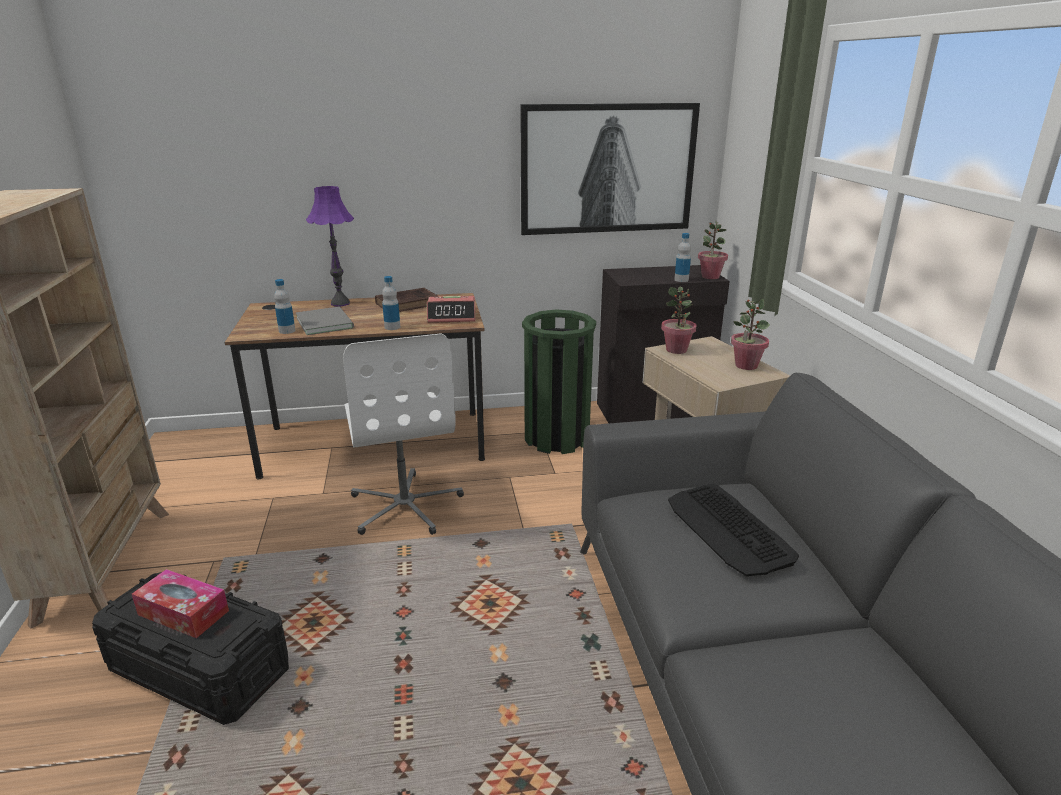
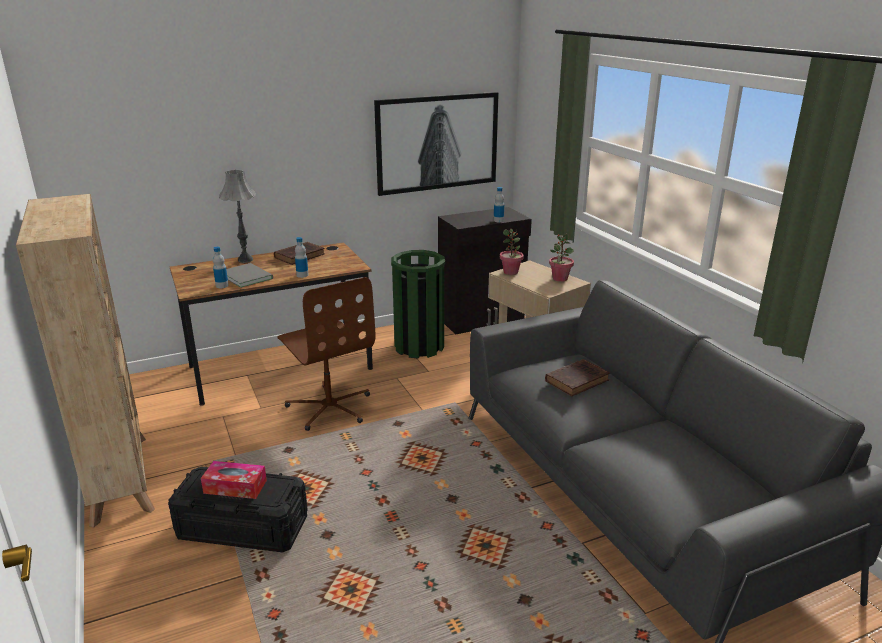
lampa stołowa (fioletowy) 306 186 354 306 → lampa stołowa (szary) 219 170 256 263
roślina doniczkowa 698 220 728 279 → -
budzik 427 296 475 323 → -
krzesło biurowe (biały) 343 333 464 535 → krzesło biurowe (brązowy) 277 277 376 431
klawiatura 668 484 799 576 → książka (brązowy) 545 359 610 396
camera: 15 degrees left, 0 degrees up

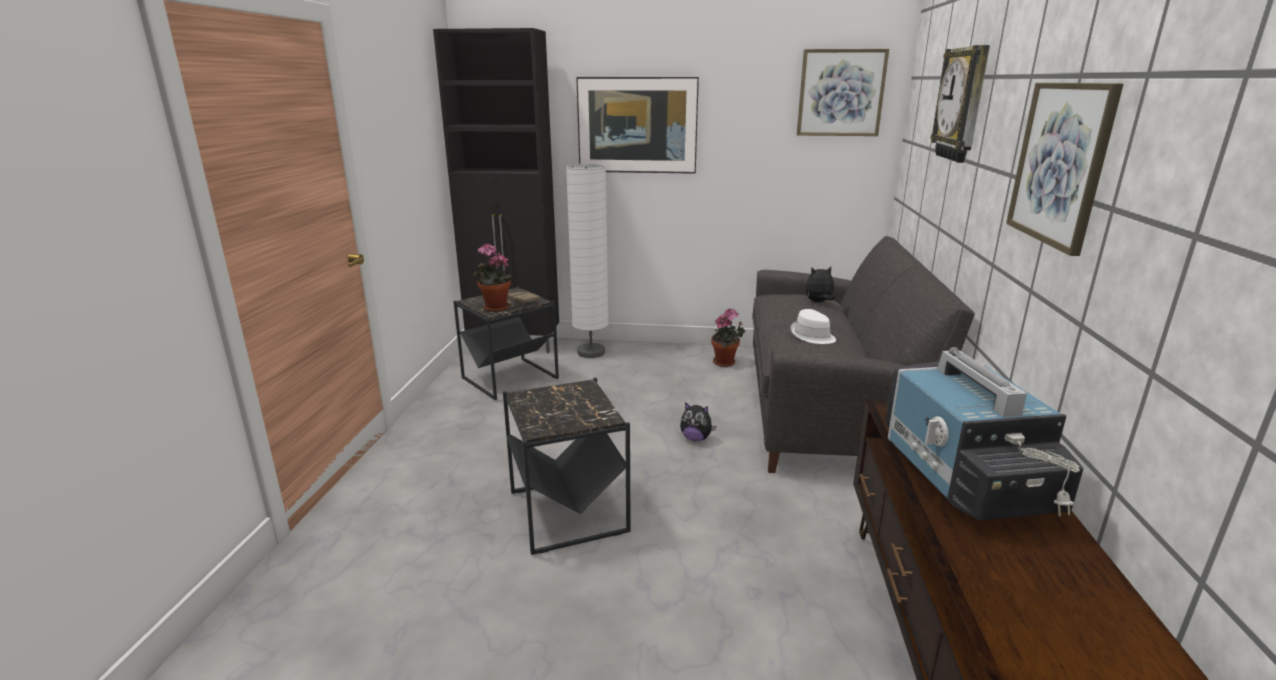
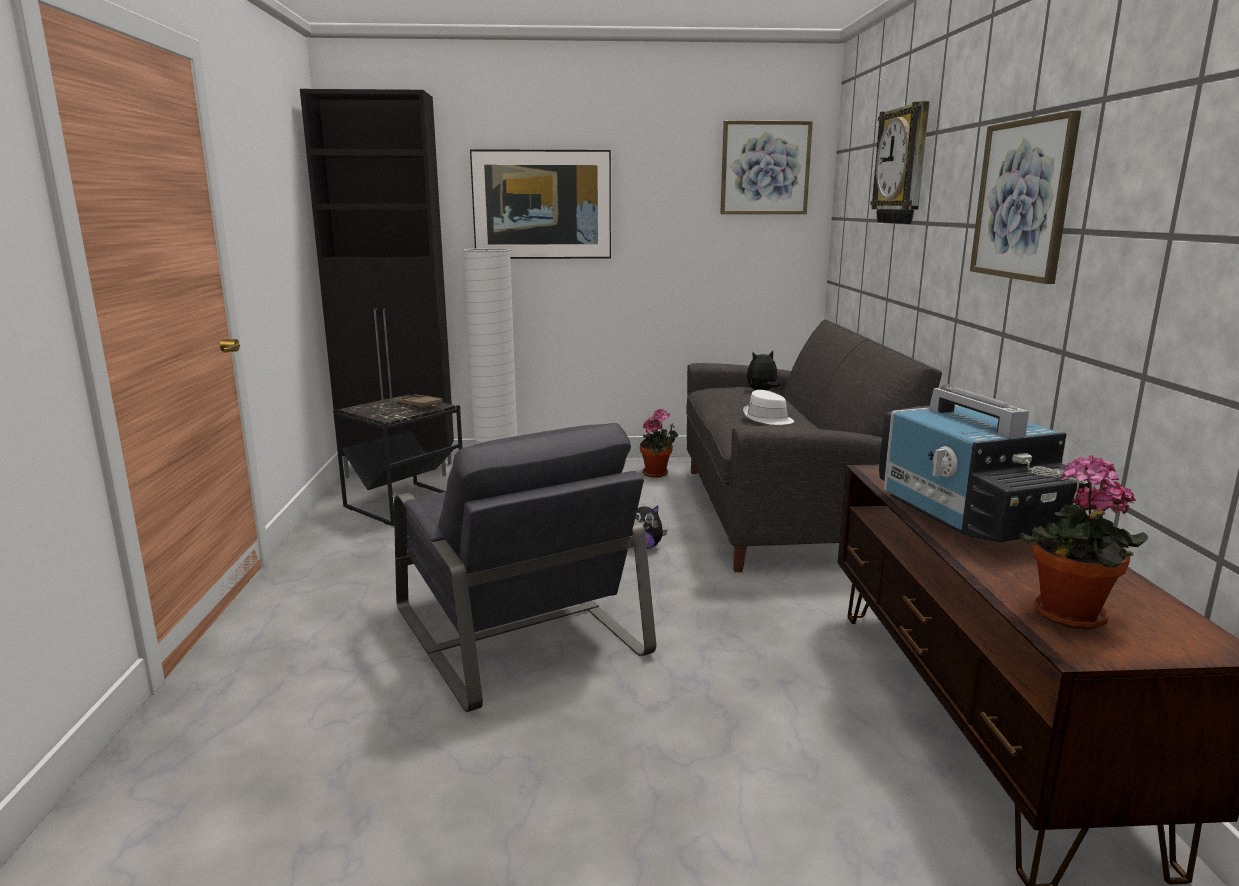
roślina doniczkowa 473 243 513 312 → roślina doniczkowa 1019 455 1148 630, move
stolik (czarny) 503 378 631 555 → fotel (szary) 394 423 656 712
camera: 10 degrees left, 5 degrees down

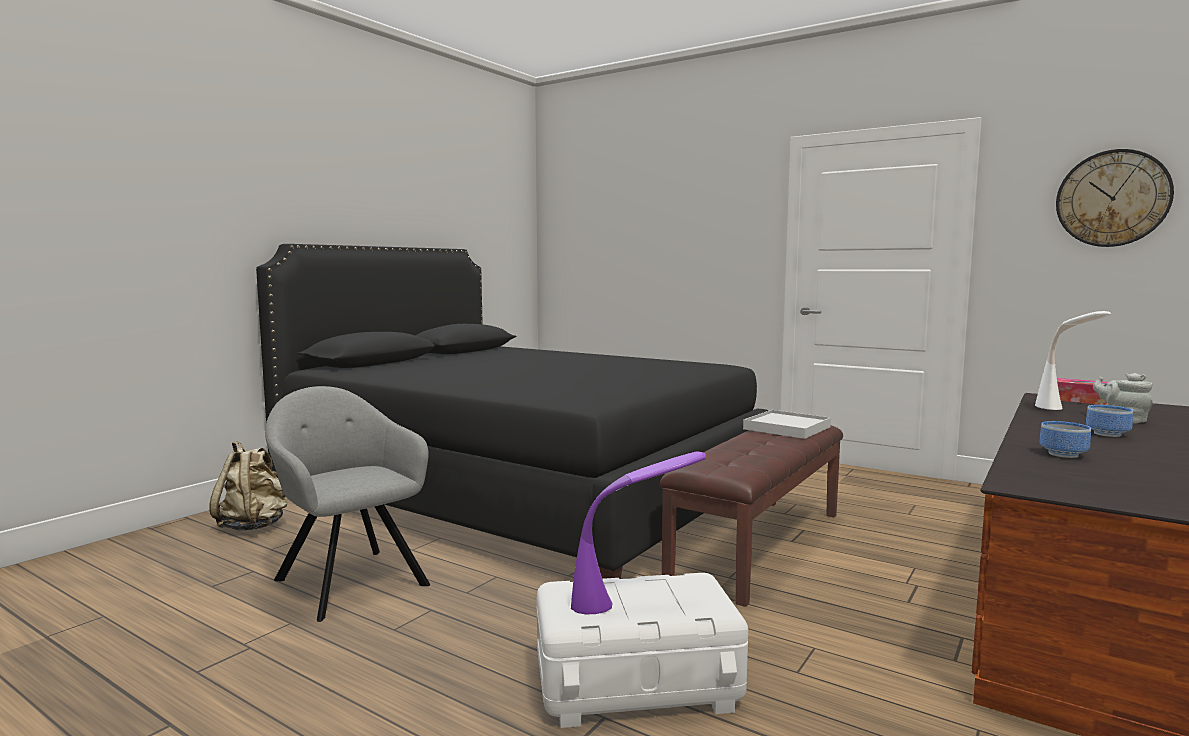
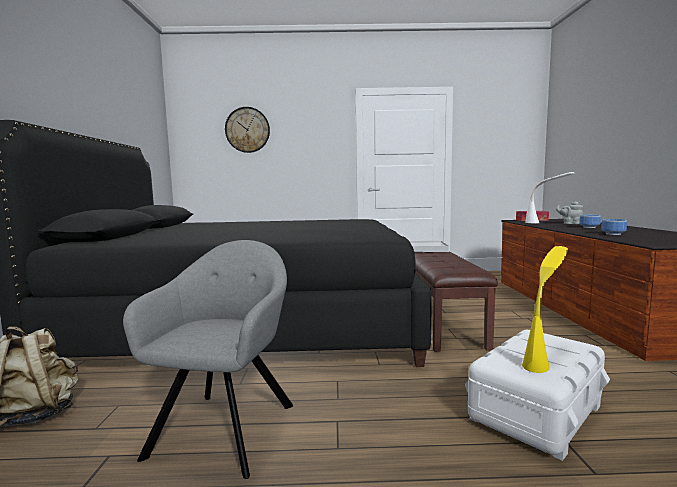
zegar ścienny 1056 149 1174 247 → zegar ścienny 225 107 270 153, move
fotel (szary) 265 386 430 622 → fotel (szary) 123 240 293 479, 90 degrees clockwise
lampa stołowa (fioletowy) 571 451 706 614 → lampa stołowa (żółty) 522 246 568 373
camera: 35 degrees left, 0 degrees up

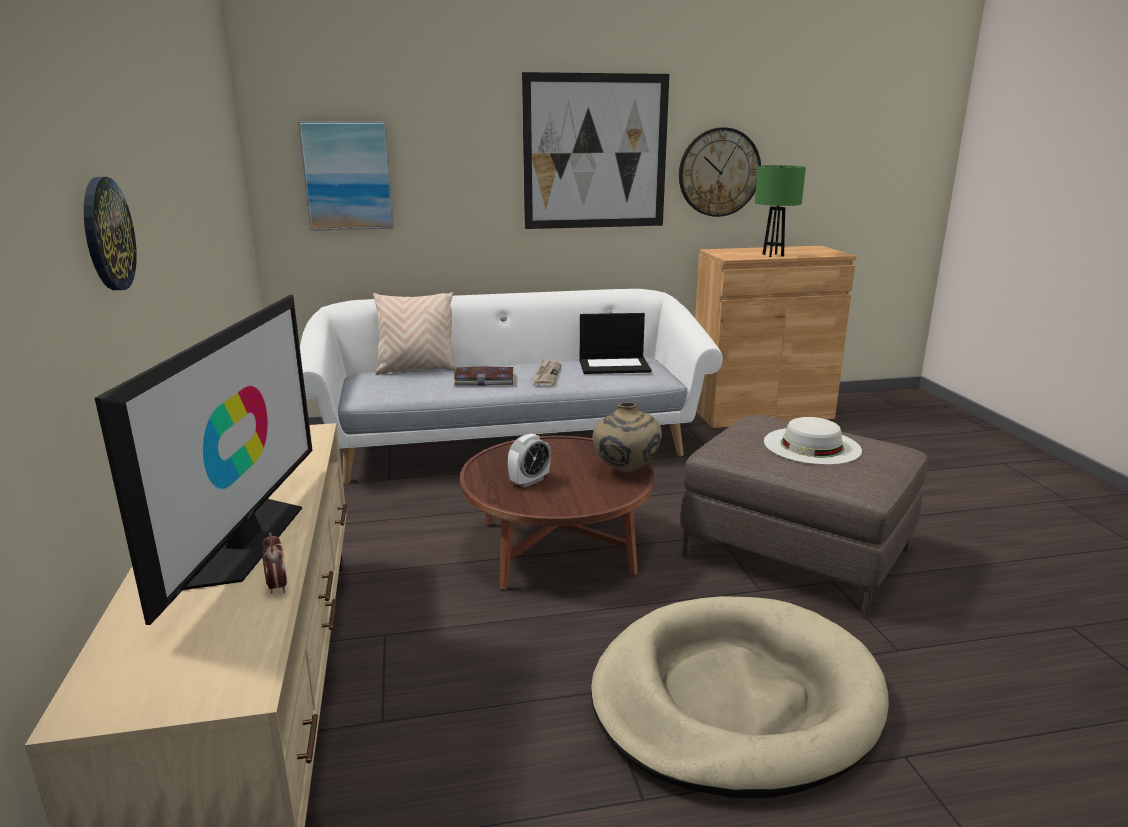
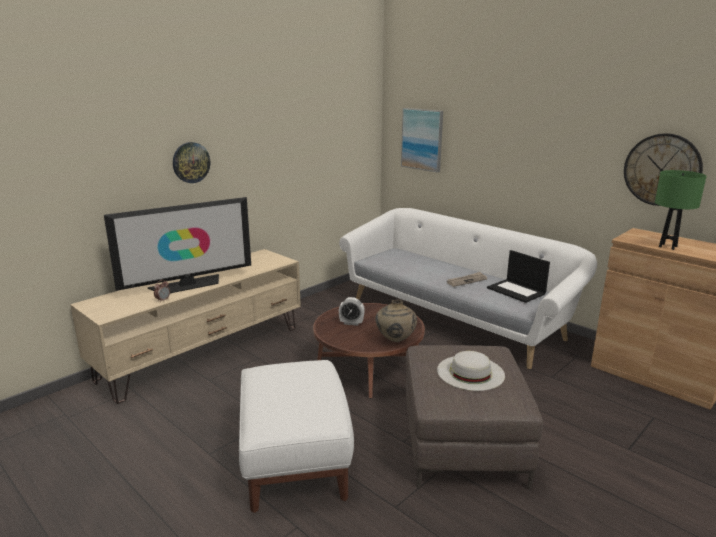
obraz 522 72 669 229 → -
poduszka (beżowy) 373 292 457 375 → -
książka 453 367 515 386 → -
legowisko (beżowy) 591 596 889 798 → pufa (biały) 239 360 354 513
camera: 55 degrees right, 0 degrees up

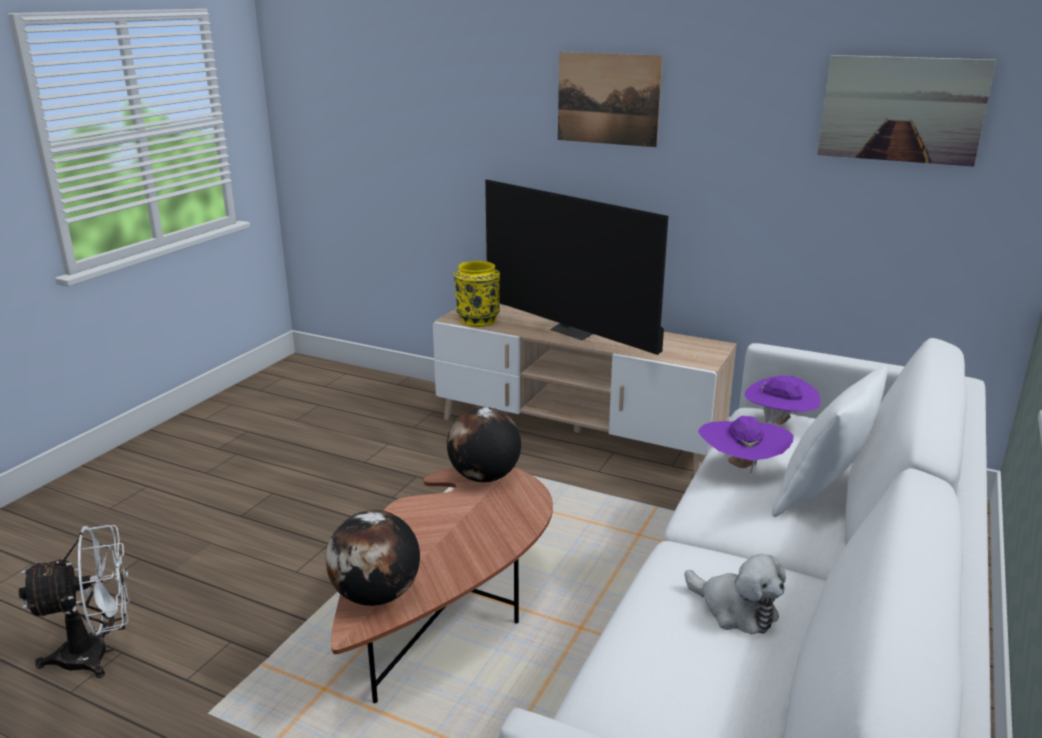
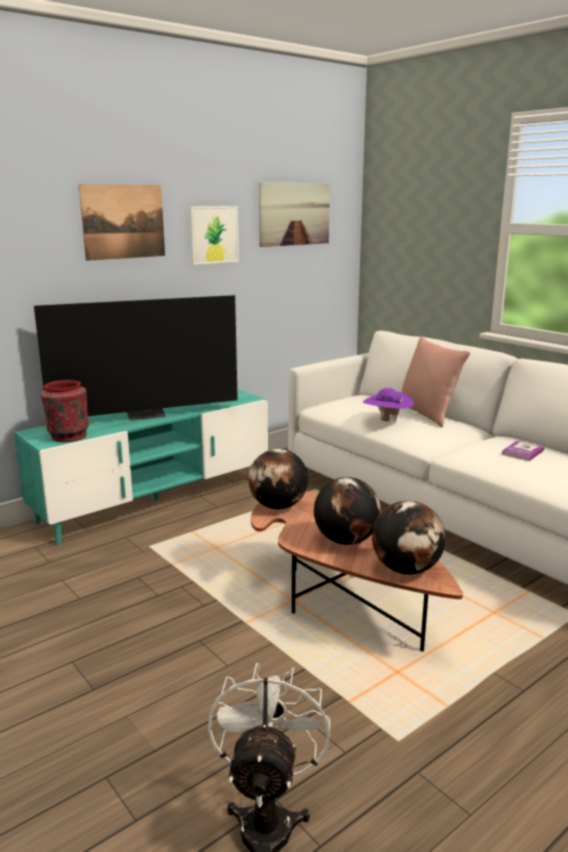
wazon (żółty) 454 261 500 327 → wazon (czerwony) 41 380 89 442
szafka pod telewizor (beżowy) 433 305 737 476 → szafka pod telewizor (turkusowy) 14 389 268 545
poduszka (biały) 772 365 890 517 → poduszka (różowy) 401 336 470 427
kapelusz (fioletowy) 744 375 821 425 → -
pluszak 685 554 786 634 → książka 501 441 544 461
- → obraz 189 206 239 265
- → globus 314 477 381 545
camera: 65 degrees left, 5 degrees down

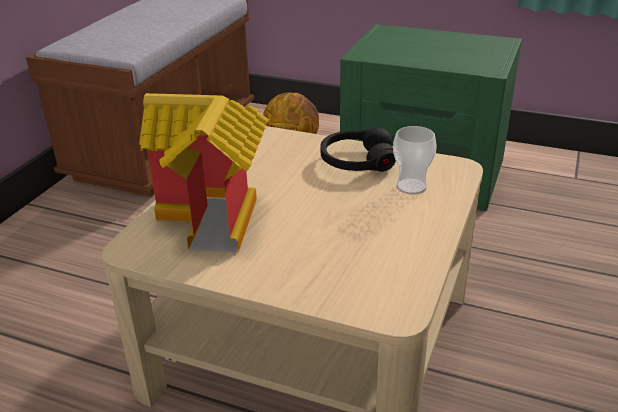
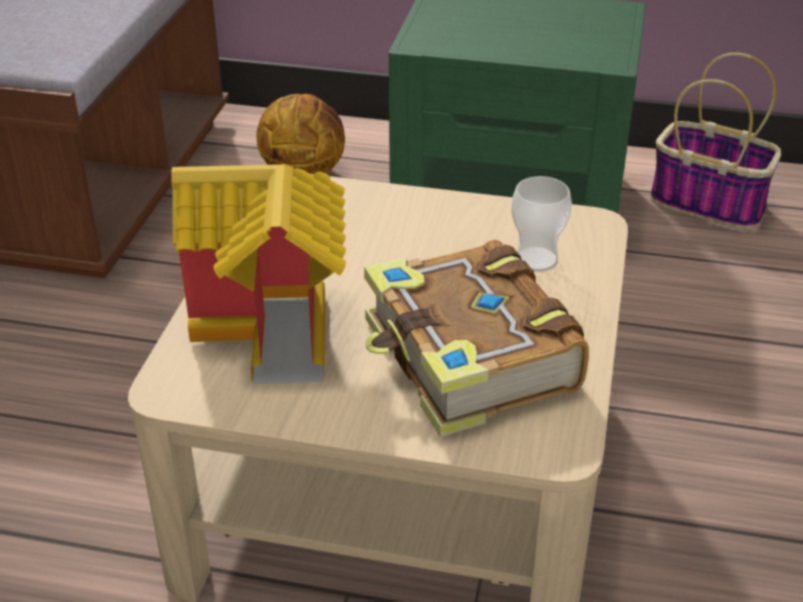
słuchawki (czarny) 321 128 396 172 → -
- → koszyk 650 52 781 230
- → książka 364 239 589 437
camera: 10 degrees left, 5 degrees up

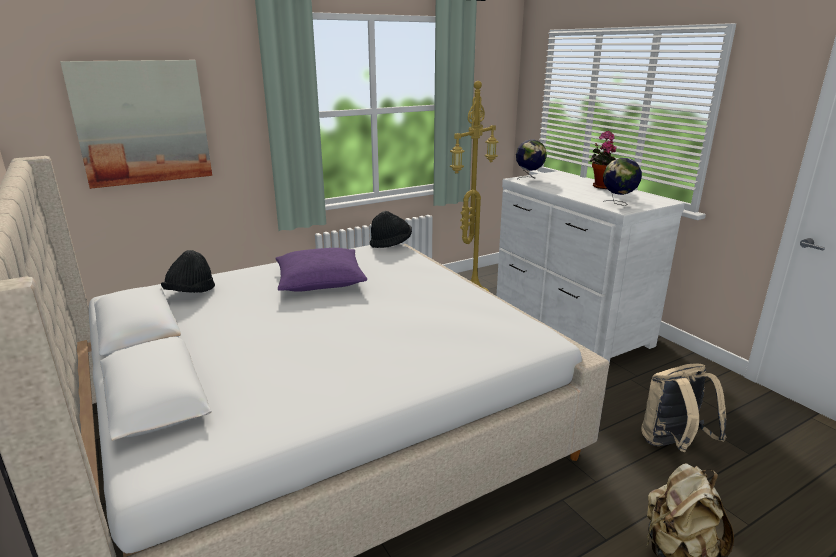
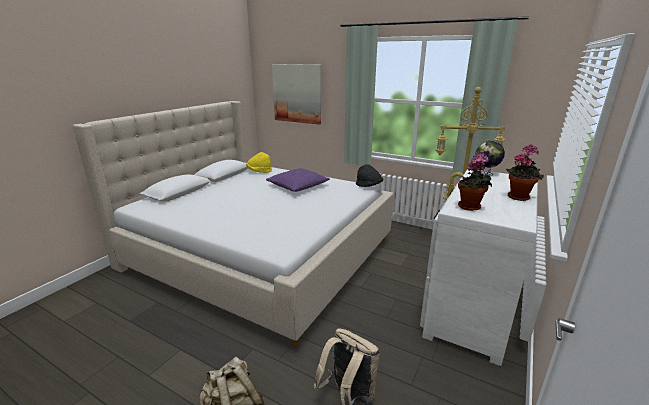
globus 603 158 642 206 → roślina doniczkowa 458 153 492 211
kapelusz (czarny) 161 250 215 293 → kapelusz (żółty) 246 152 272 173
camera: 60 degrees right, 0 degrees up

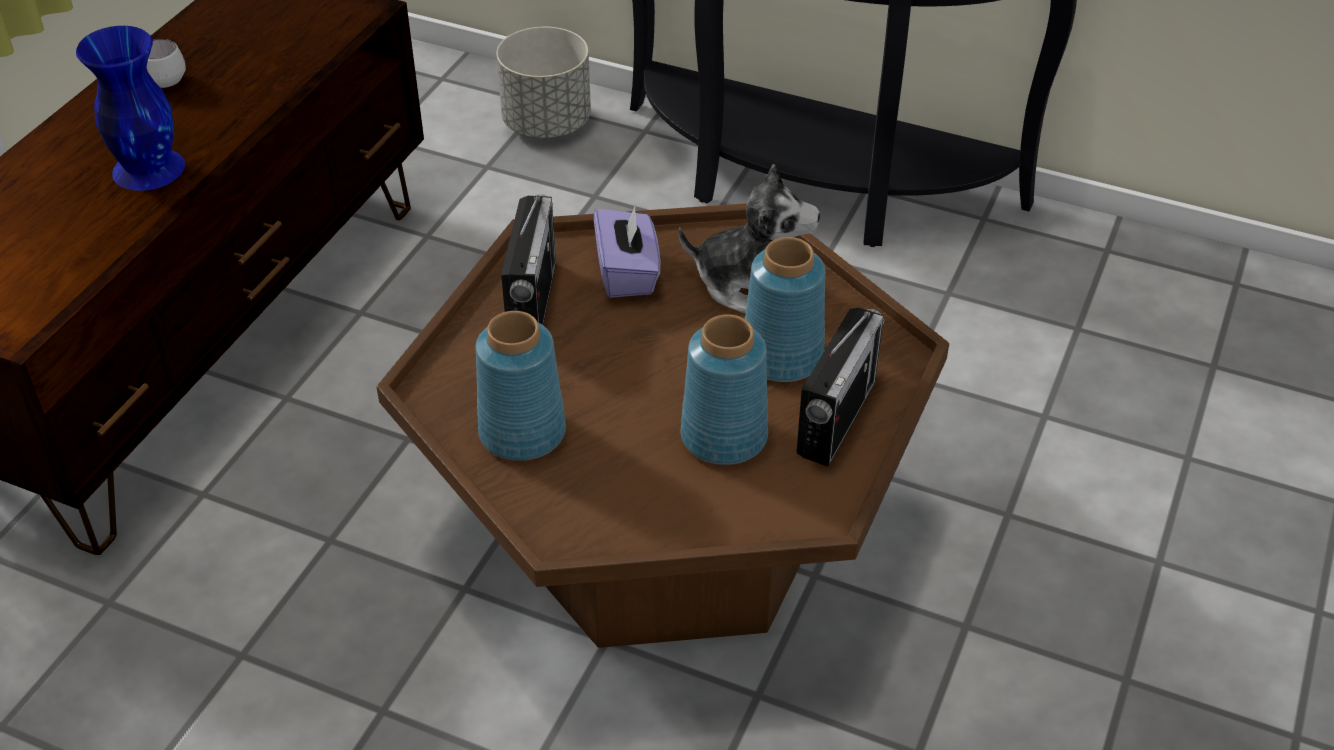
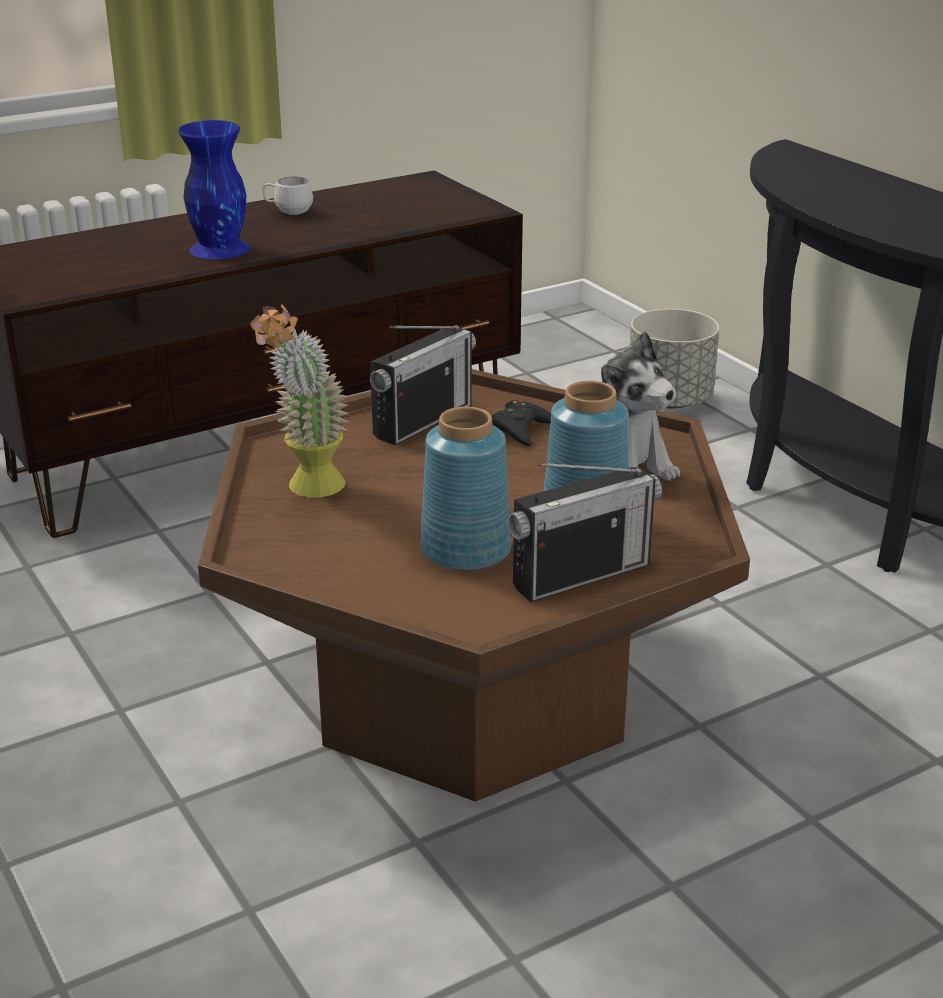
pudełko chusteczek (fioletowy) 594 204 660 298 → pad do gier (czarny) 492 400 551 446
wazon (niebieski) 475 311 566 461 → roślina doniczkowa 250 304 349 498
camera: 35 degrees right, 15 degrees down

